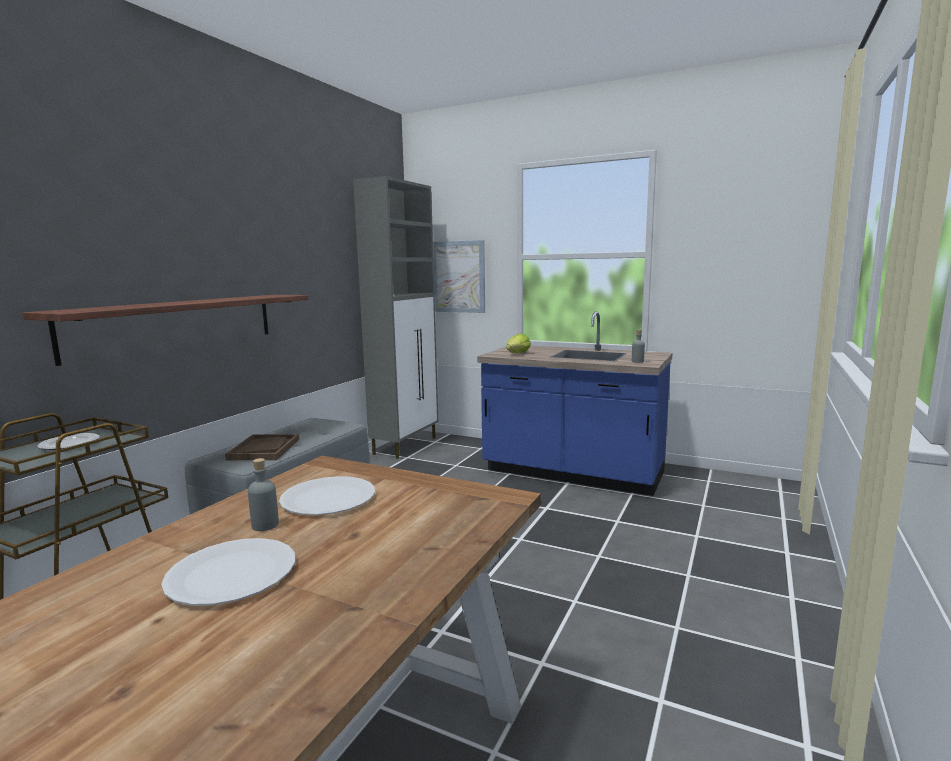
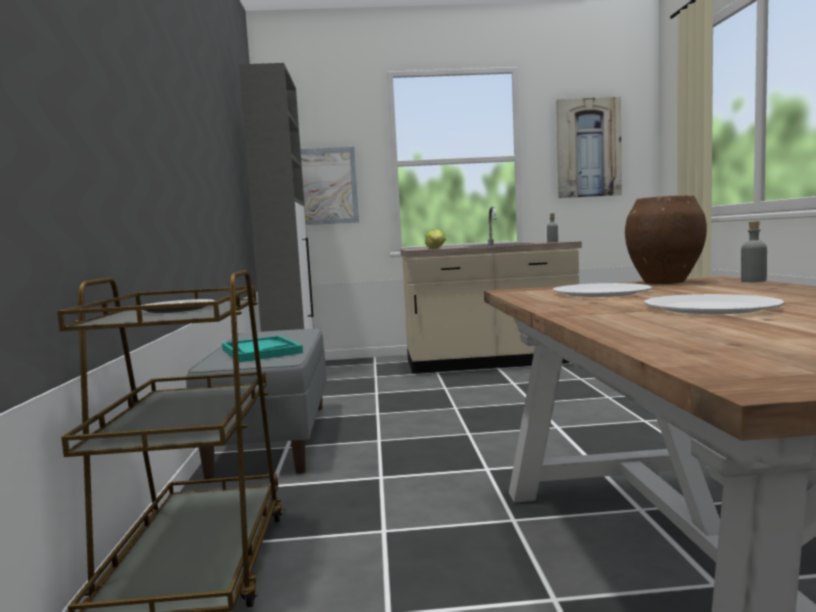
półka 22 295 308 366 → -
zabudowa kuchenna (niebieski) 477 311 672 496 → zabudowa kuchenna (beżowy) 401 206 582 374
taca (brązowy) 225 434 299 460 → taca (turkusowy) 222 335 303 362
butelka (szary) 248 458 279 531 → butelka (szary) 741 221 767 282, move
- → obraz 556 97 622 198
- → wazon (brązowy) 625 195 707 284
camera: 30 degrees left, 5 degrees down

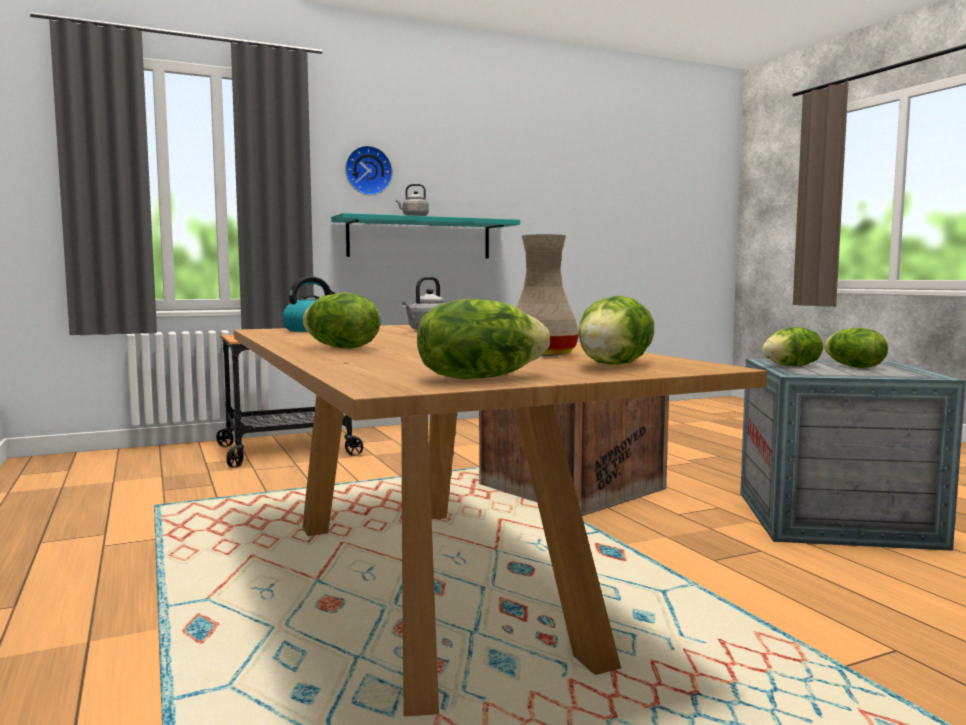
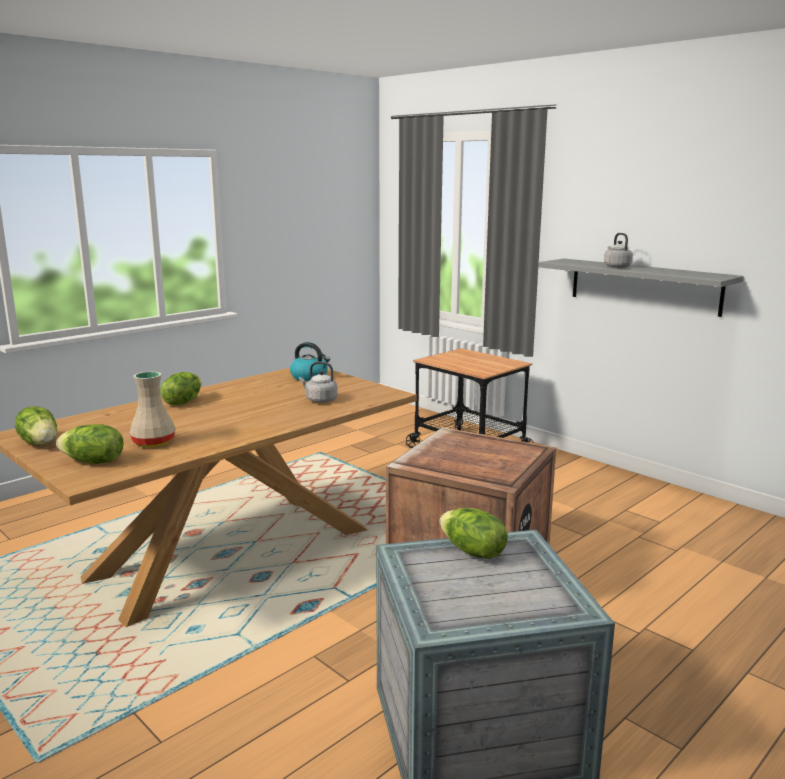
zegar ścienny 345 145 393 195 → -
półka (turkusowy) 331 213 520 259 → półka (szary) 538 259 744 317
sałata 824 328 888 368 → -
camera: 70 degrees right, 10 degrees up

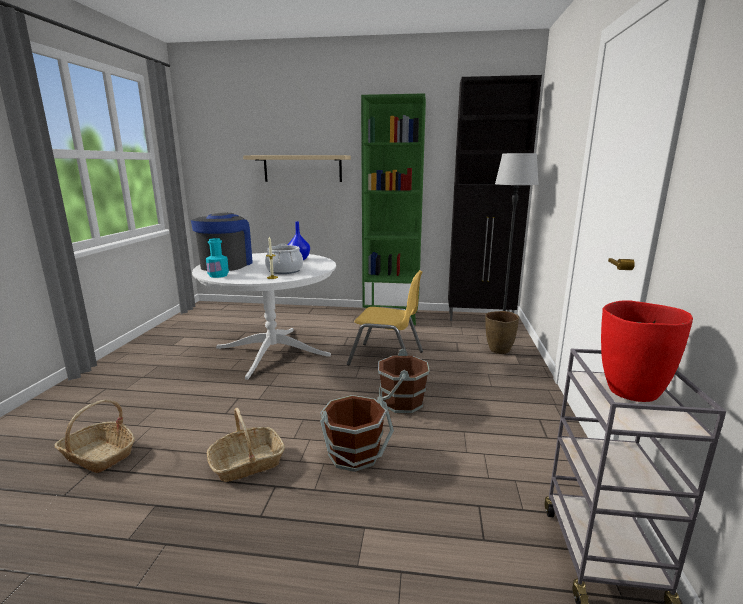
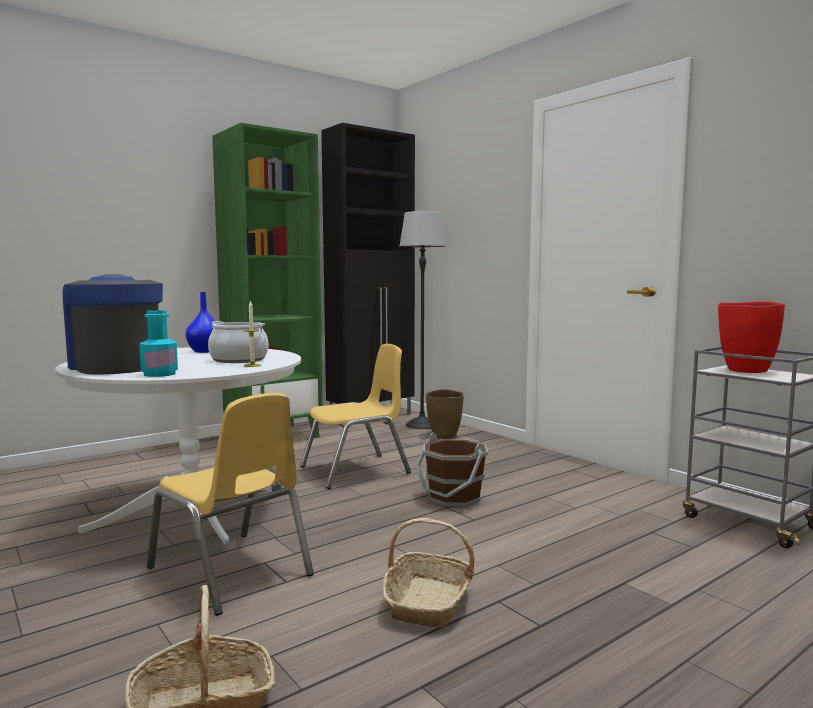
półka (beżowy) 243 155 351 182 → -
wiadro (brązowy) 320 395 394 472 → -
- → krzesło (żółty) 147 393 314 616
camera: 45 degrees left, 10 degrees down

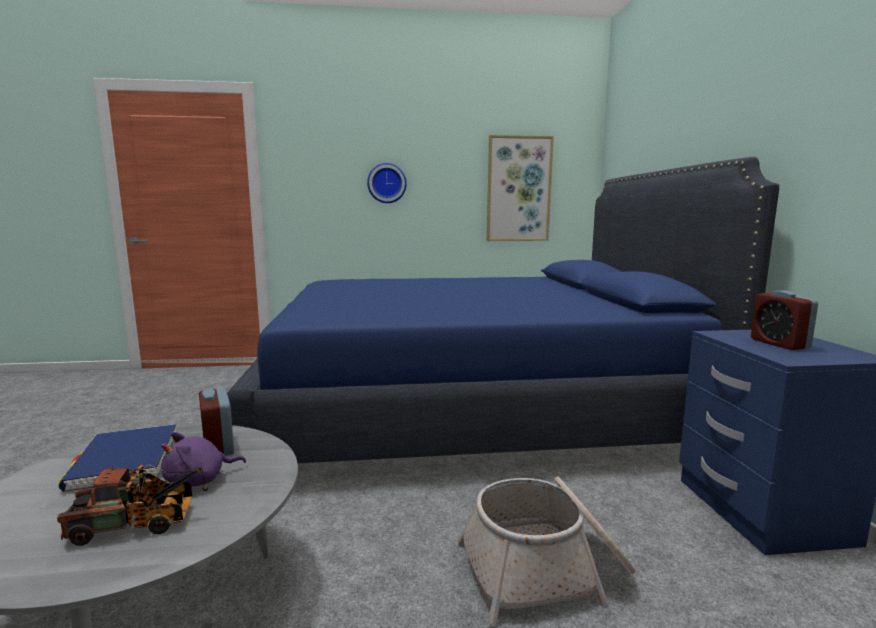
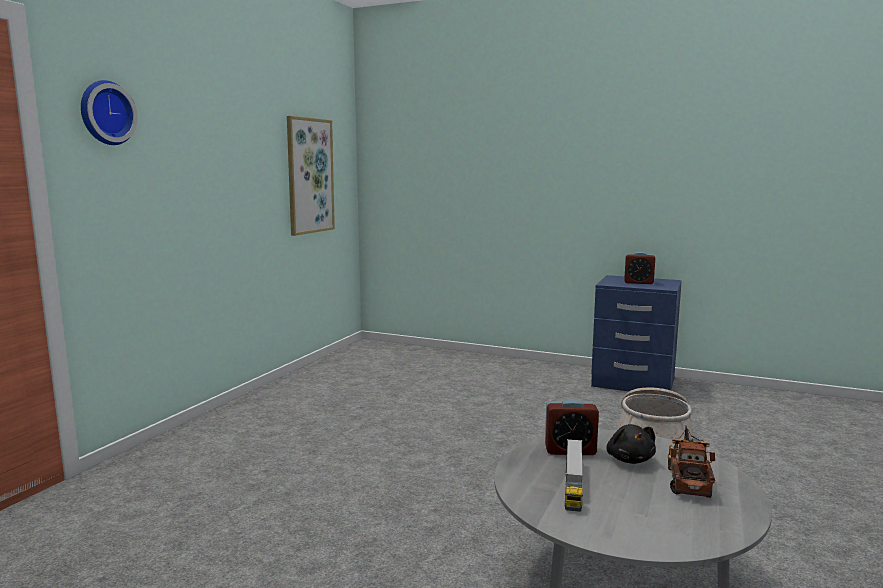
łóżko (niebieski) 227 157 779 463 → -
zegar ścienny 367 163 407 203 → zegar ścienny 81 80 138 145, move
książka (niebieski) 59 424 176 492 → ciężarówka zabawkowa 565 439 583 512
pluszak (fioletowy) 161 432 246 487 → pluszak (czarny) 606 424 656 464
camera: 60 degrees left, 0 degrees up

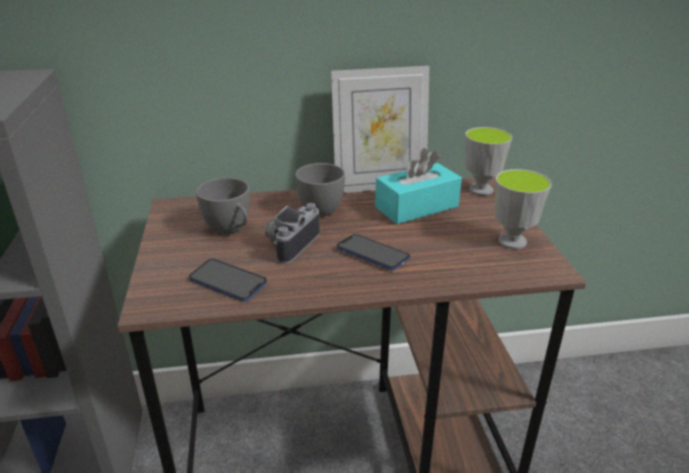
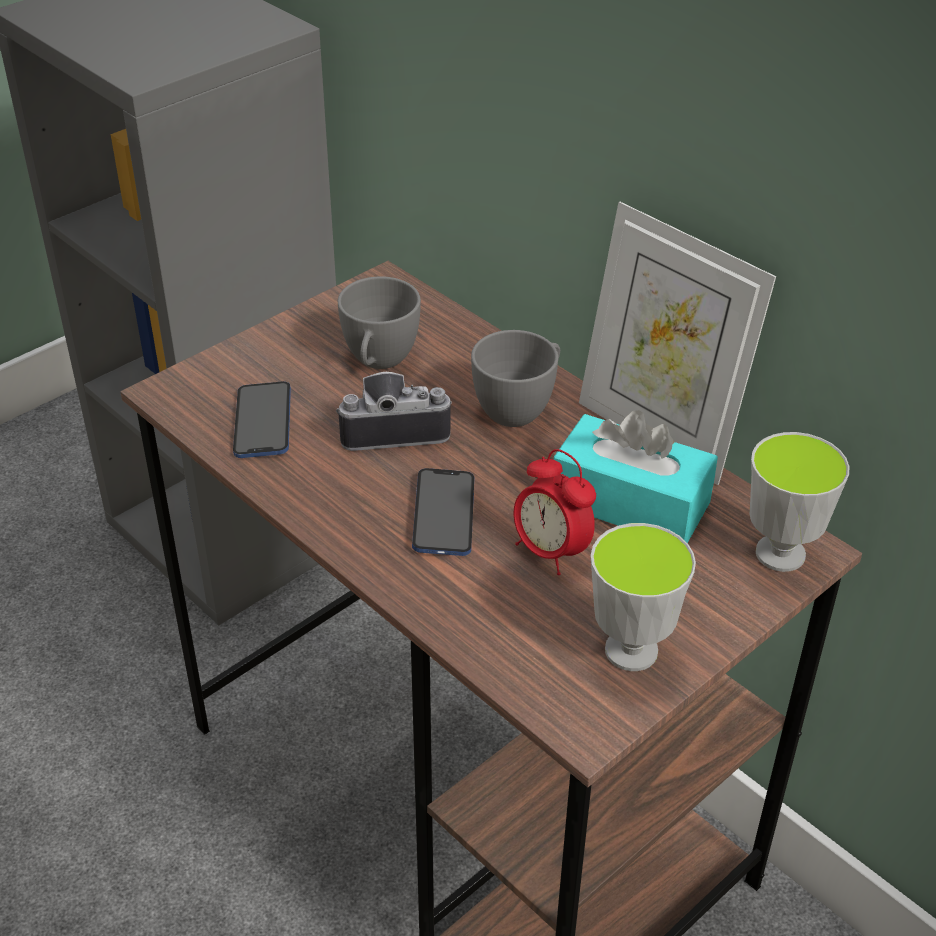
- → budzik 514 449 596 575
camera: 55 degrees right, 10 degrees up

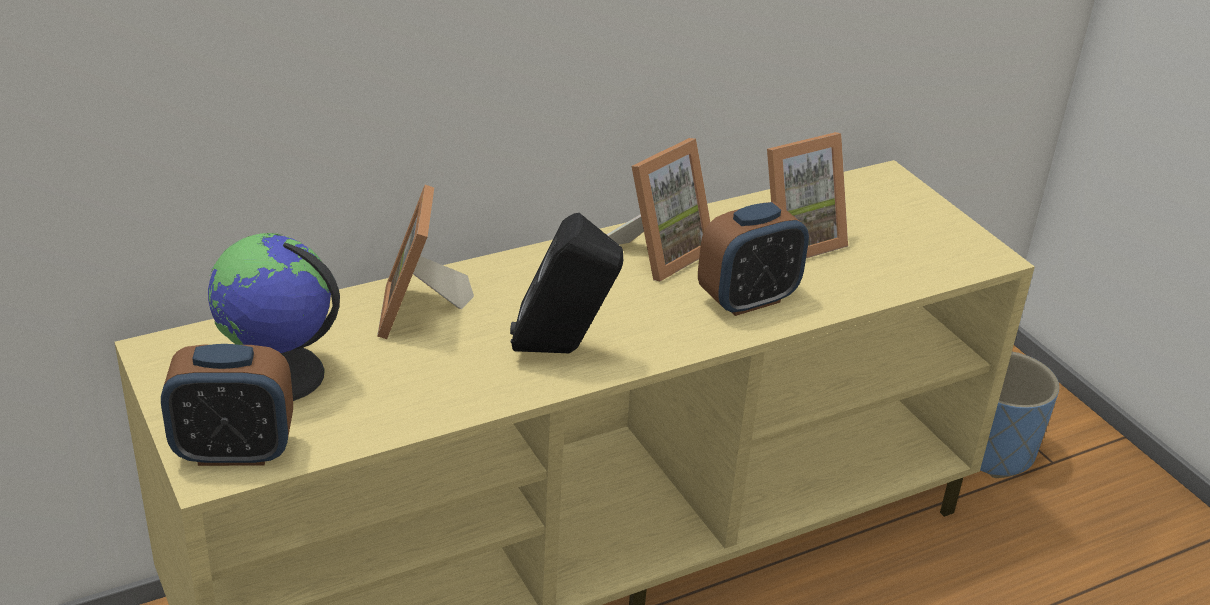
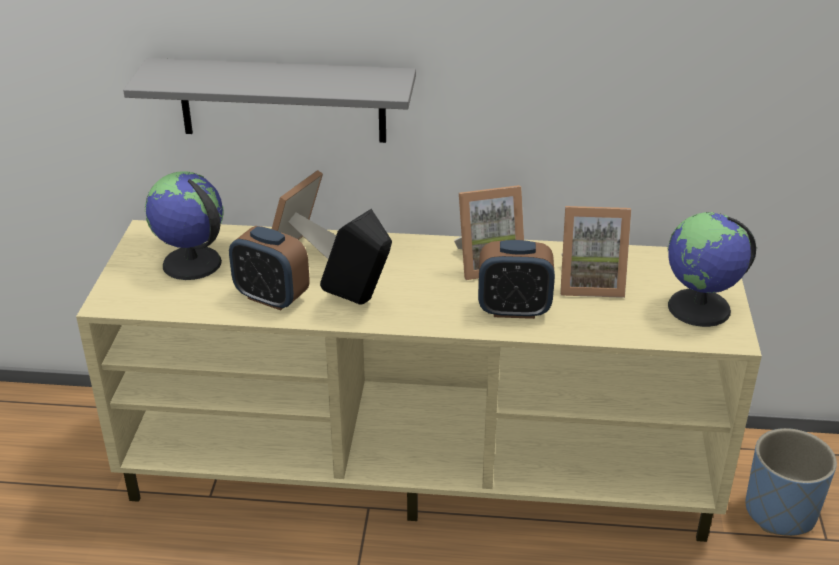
budzik 161 344 293 466 → budzik 229 226 310 311, move
- → półka (szary) 123 58 416 143
- → globus 668 212 756 327
camera: 35 degrees right, 0 degrees up

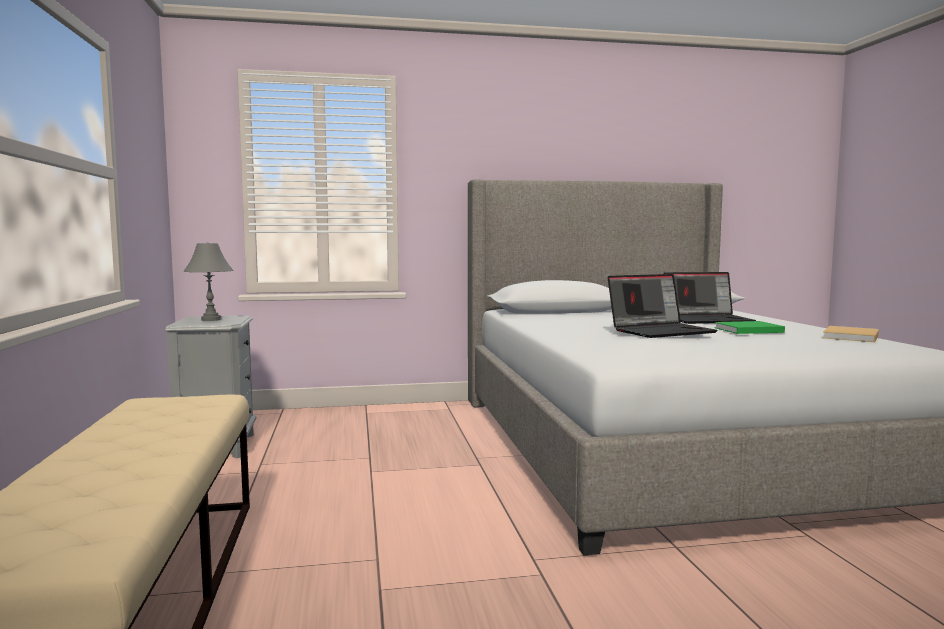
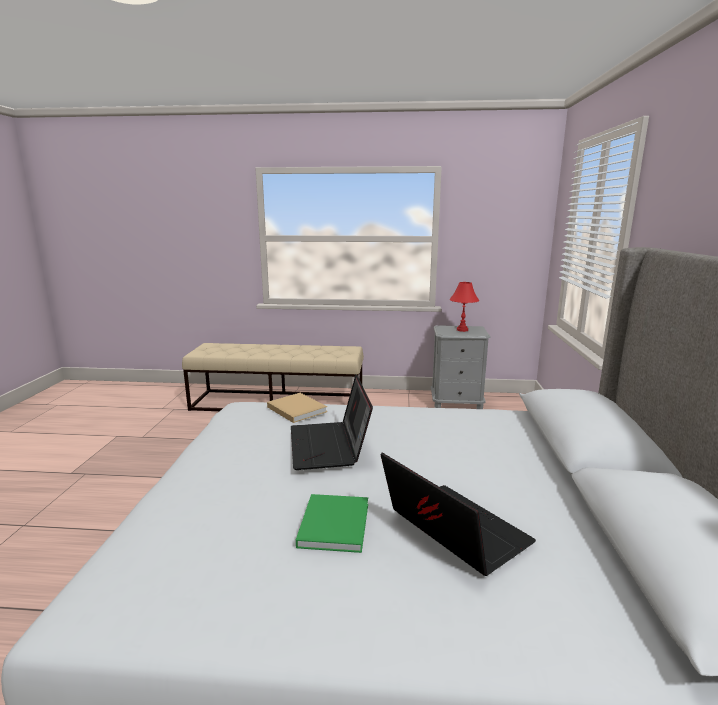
lampa stołowa (szary) 183 243 233 321 → lampa stołowa (czerwony) 450 282 479 332
laptop 663 272 756 324 → laptop 381 453 536 576, 135 degrees clockwise
książka (beżowy) 823 326 879 342 → książka (beżowy) 267 393 327 423, move
camera: 105 degrees right, 10 degrees up

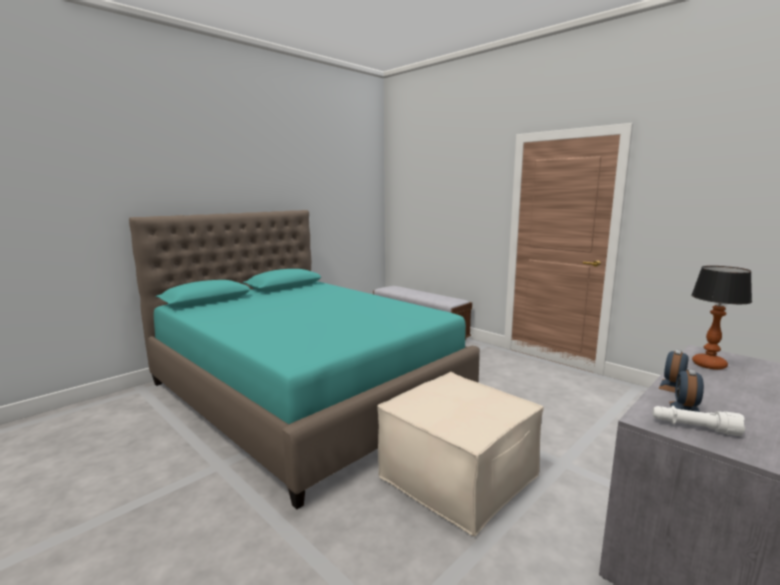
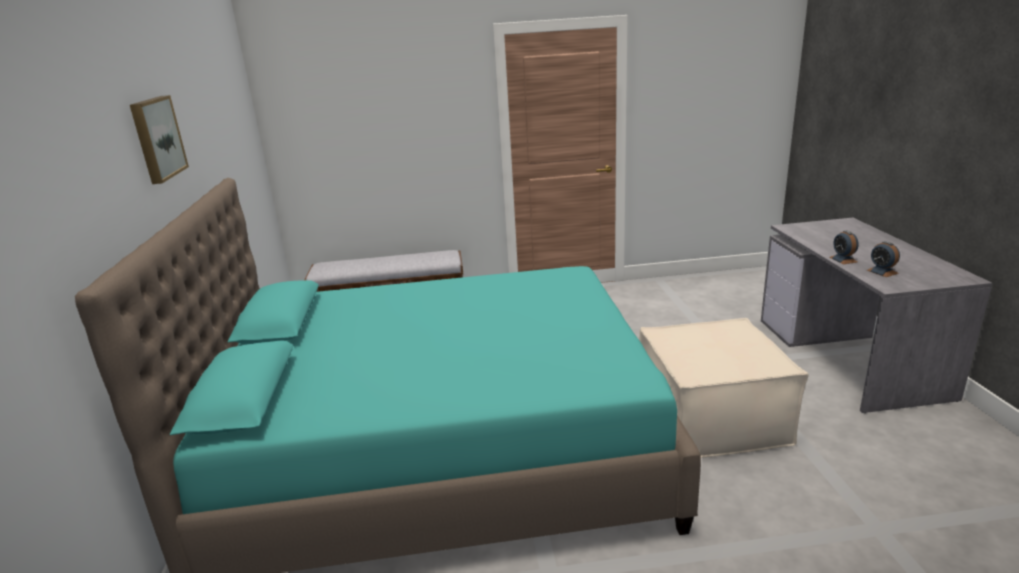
lampa stołowa 691 266 752 370 → -
latarka (biały) 652 406 745 436 → -
- → obraz 130 95 189 184
camera: 50 degrees left, 10 degrees up

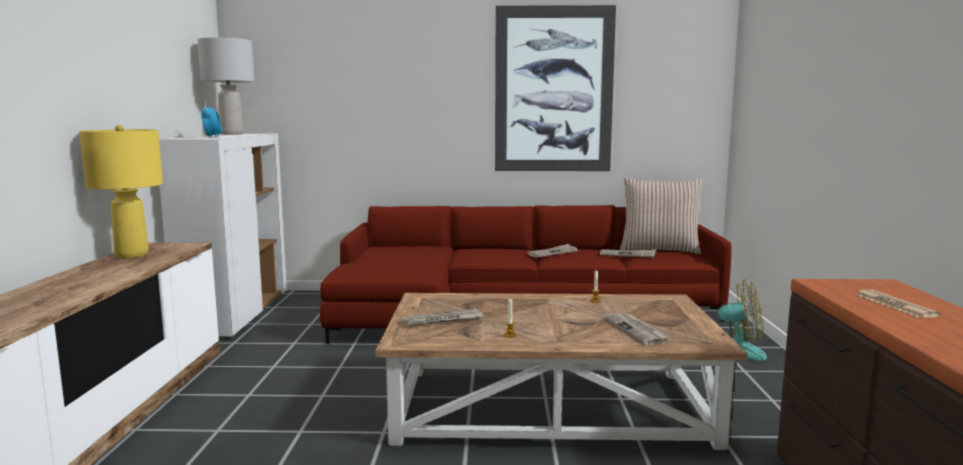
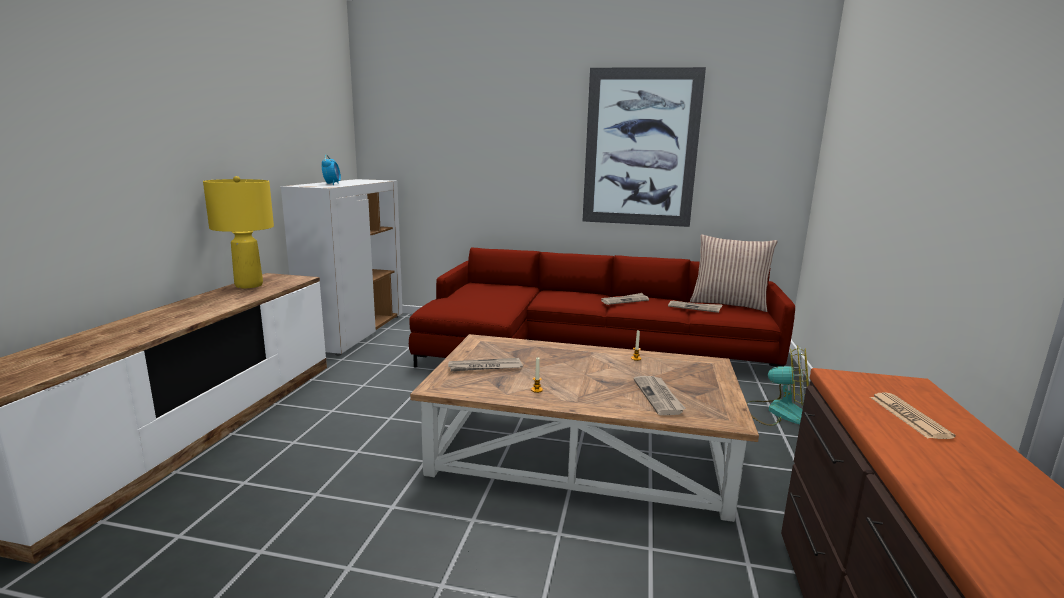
lampa stołowa (szary) 198 36 254 135 → -
camera: 10 degrees right, 5 degrees up

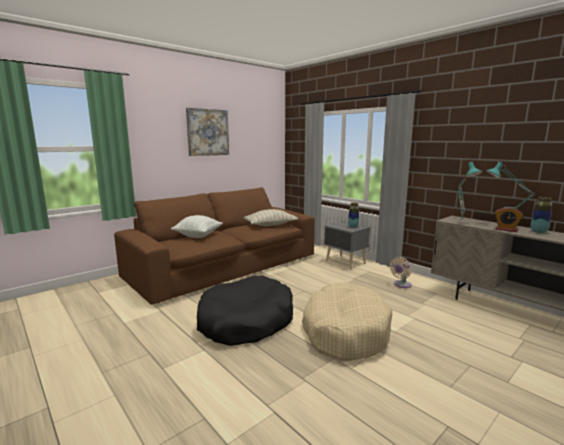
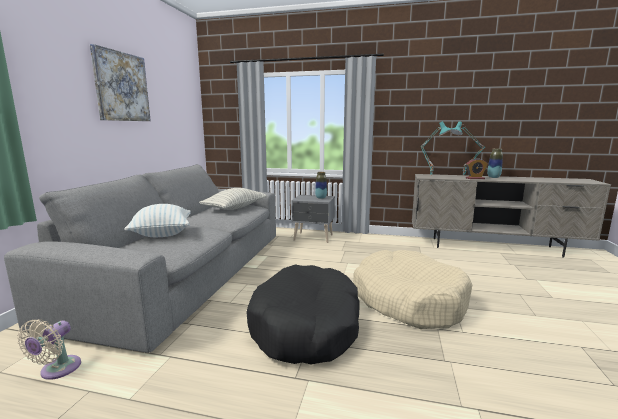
kanapa (brązowy) 114 187 315 304 → kanapa (szary) 4 164 276 353
wentylator (beżowy) 390 257 412 288 → wentylator (beżowy) 17 319 81 380, move
camera: 35 degrees left, 0 degrees up

